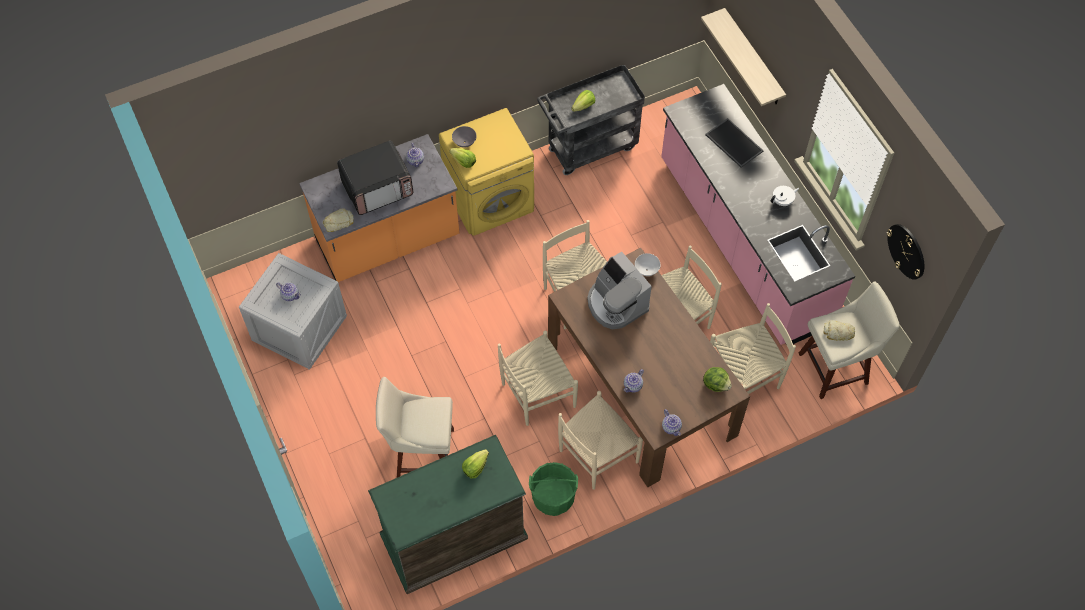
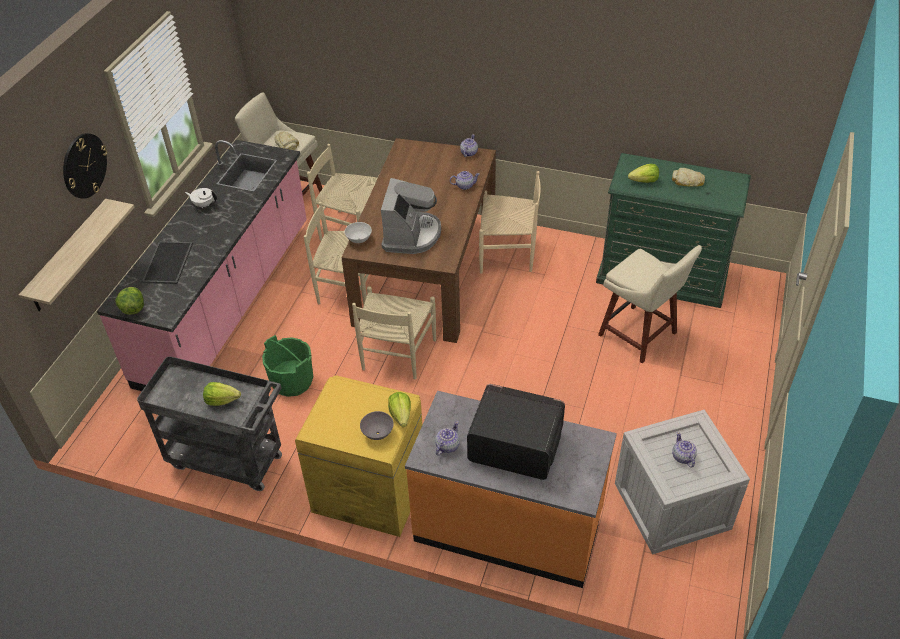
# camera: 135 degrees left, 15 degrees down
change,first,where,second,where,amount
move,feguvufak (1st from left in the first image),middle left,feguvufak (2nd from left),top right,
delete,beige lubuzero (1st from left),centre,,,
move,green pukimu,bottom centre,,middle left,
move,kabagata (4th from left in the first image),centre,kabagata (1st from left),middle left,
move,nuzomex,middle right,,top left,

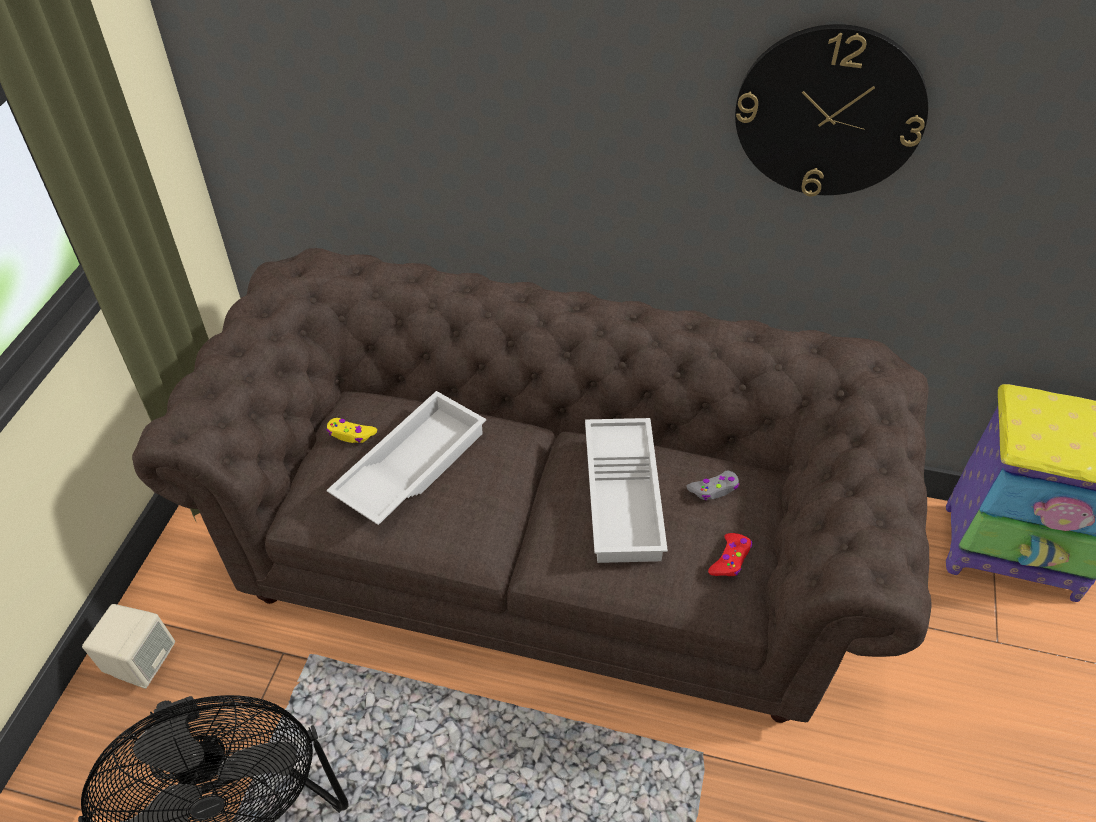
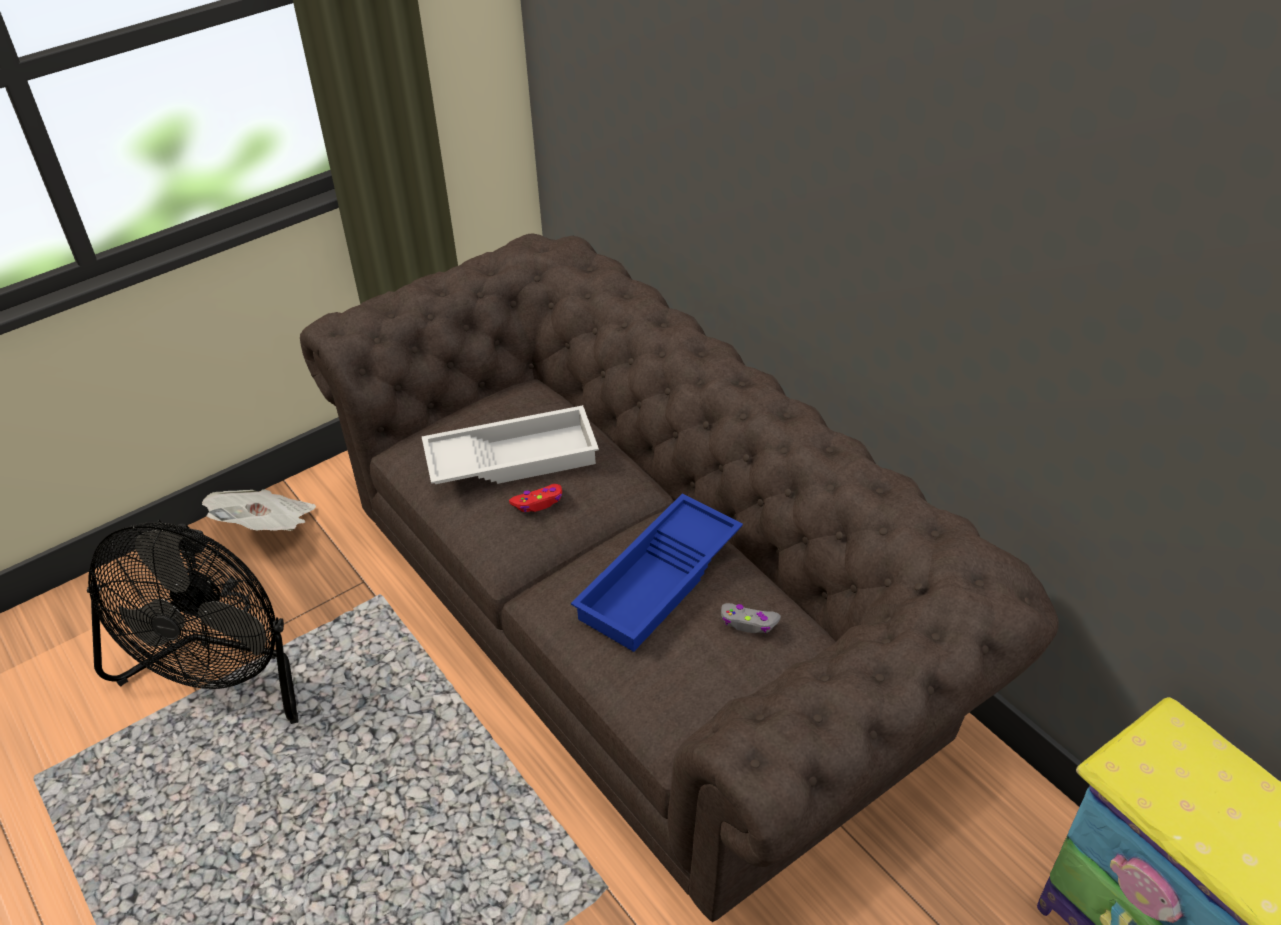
# camera: 40 degrees right, 5 degrees down
change,first,where,second,where,amount
replace,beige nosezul,bottom left,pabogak,middle left,
delete,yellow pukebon,middle left,,,
recolor,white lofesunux (2nd from left),centre,blue lofesunux,centre,
move,red pukebon,bottom centre,,centre,
delete,nuzomex,top right,,,

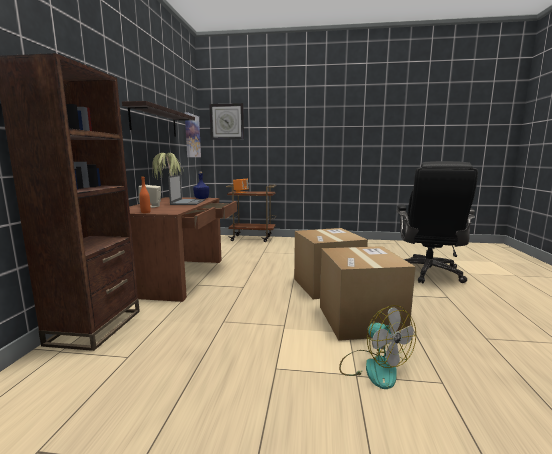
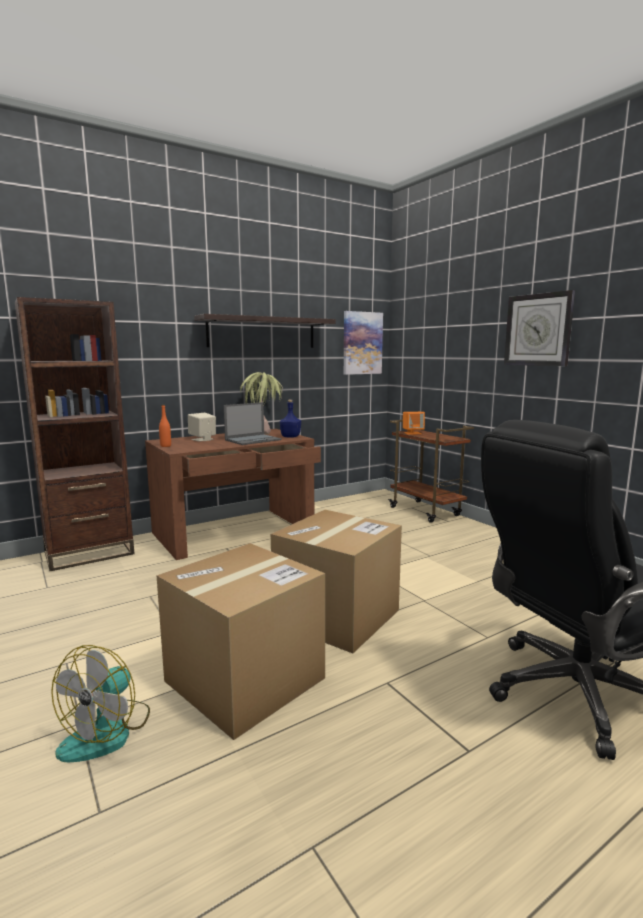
# camera: 50 degrees right, 0 degrees up
change,first,where,second,where,amount
move,nuzomex,top centre,,middle right,

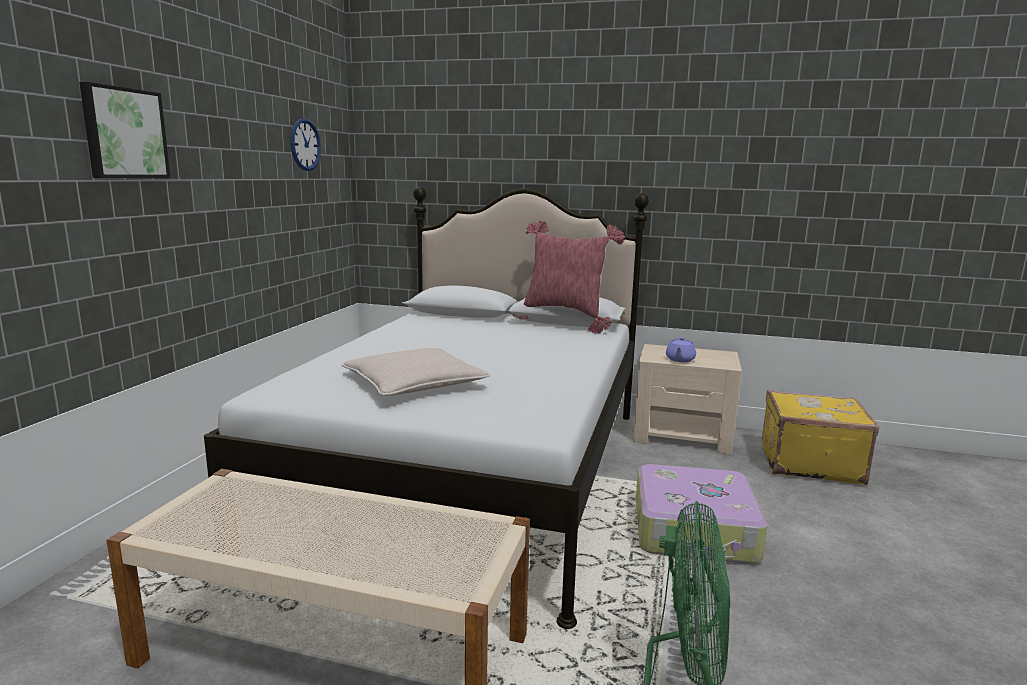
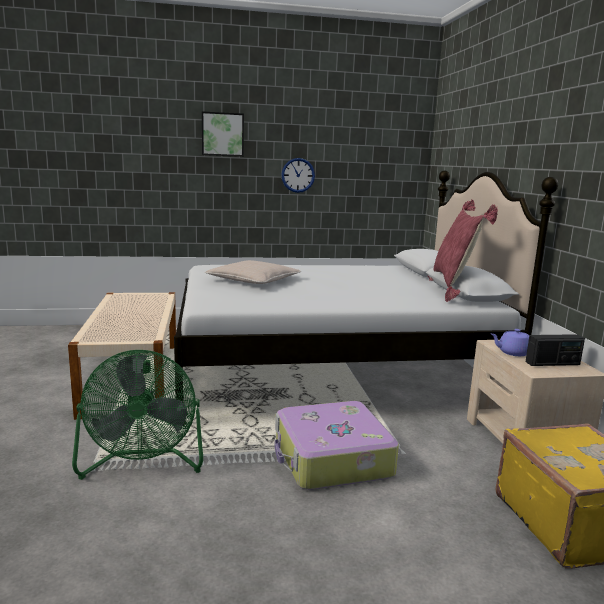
# camera: 65 degrees right, 0 degrees up
change,first,where,second,where,amount
move,nuzomex,top left,,top centre,
insert,,,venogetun,middle right,

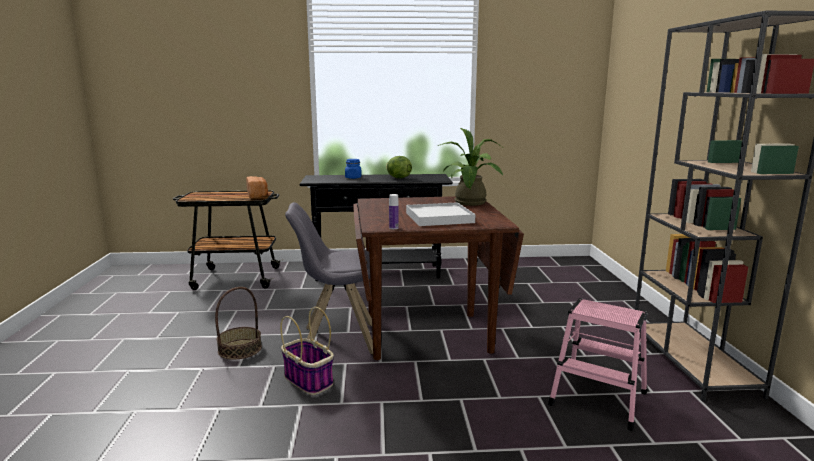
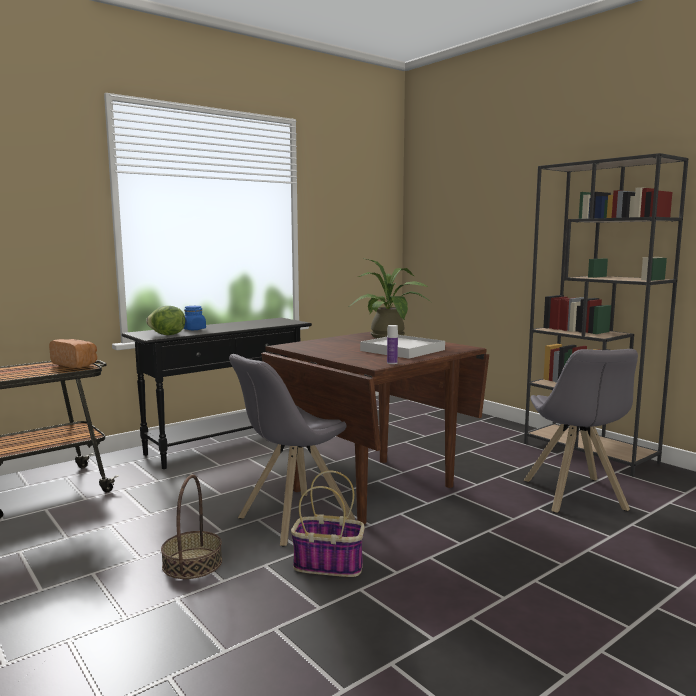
# camera: 35 degrees left, 5 degrees down
change,first,where,second,where,amount
move,kabagata,centre,,middle left,
replace,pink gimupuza,bottom right,grey lubuzero (2nd from left),middle right,

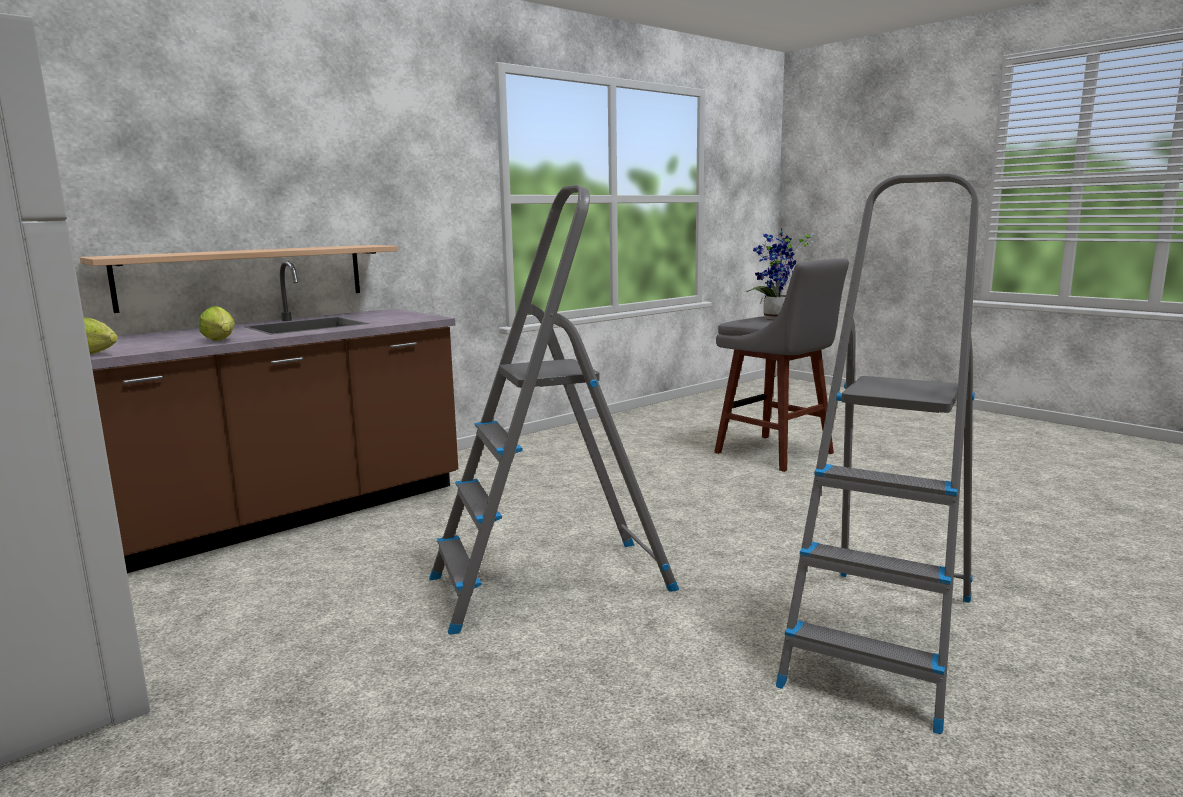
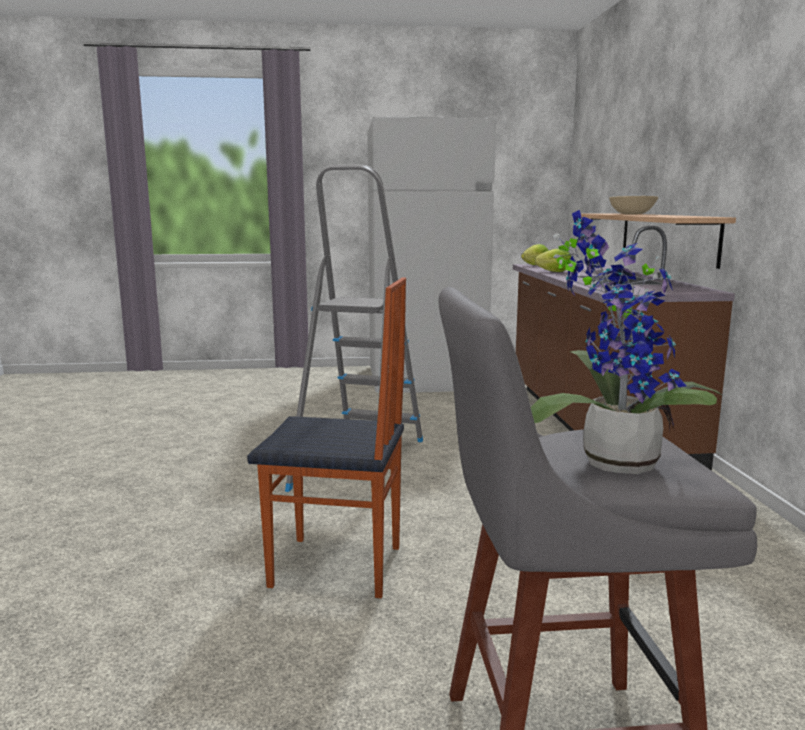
# camera: 125 degrees right, 0 degrees up
change,first,where,second,where,amount
delete,grey gimupuza (2nd from left),middle right,,,
insert,,,lubuzero,centre,
insert,,,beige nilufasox,top right,

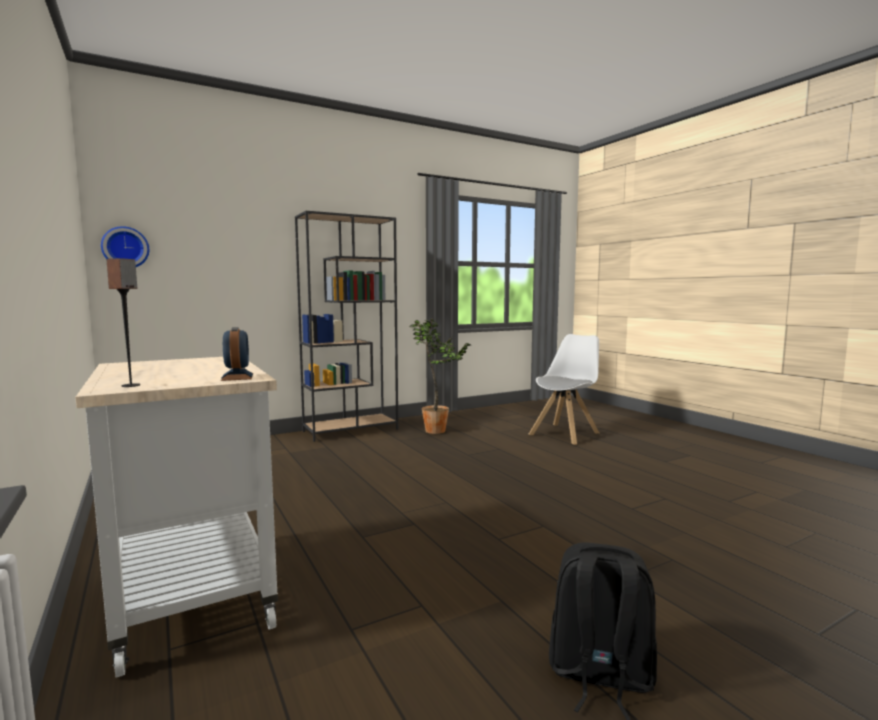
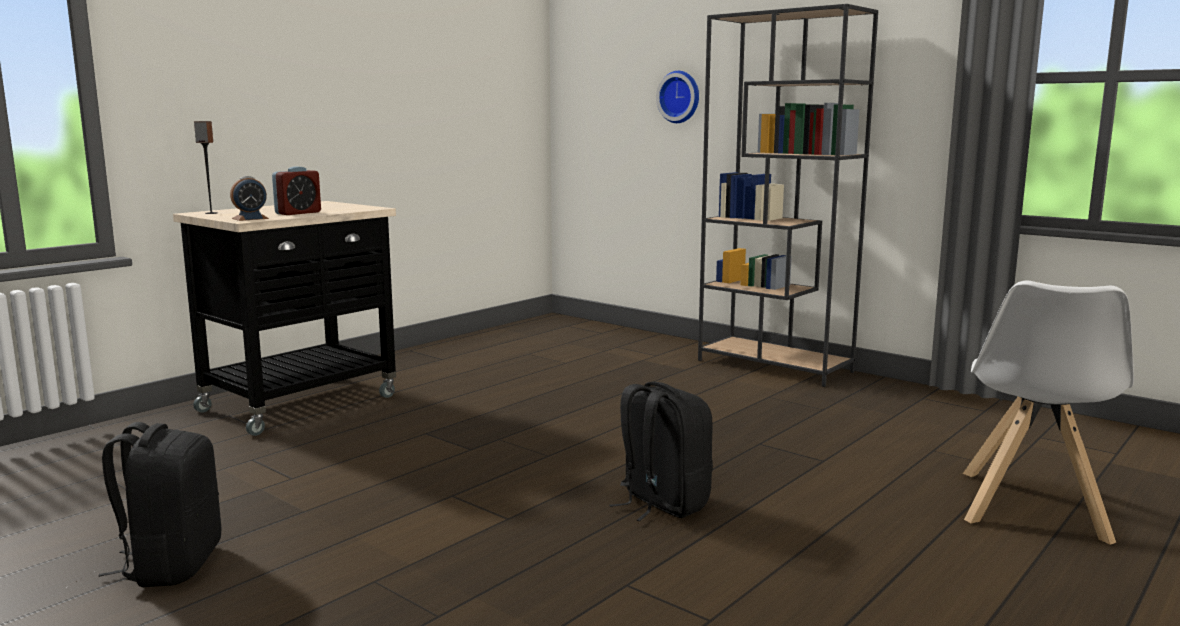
# camera: 70 degrees right, 5 degrees up
change,first,where,second,where,amount
recolor,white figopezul,bottom left,black figopezul,middle left,
move,nuzomex,middle left,,top centre,
delete,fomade,centre,,,
rotate,lubuzero,centre,,middle right,90 degrees clockwise
insert,,,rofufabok (2nd from left),top left,
insert,,,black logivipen (2nd from left),bottom centre,

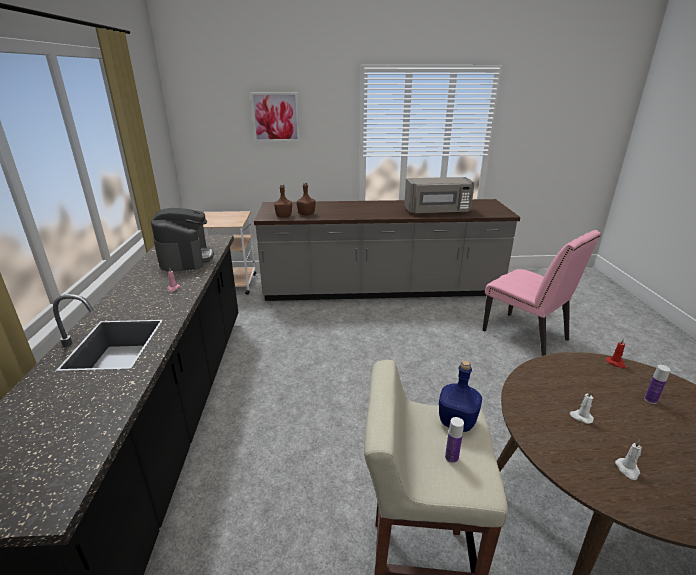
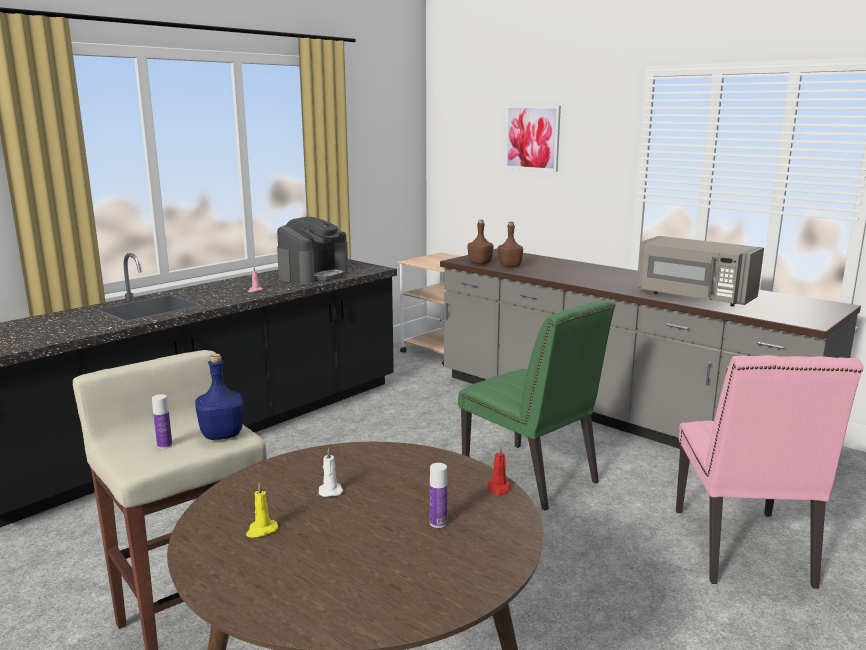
# camera: 45 degrees right, 10 degrees down
change,first,where,second,where,amount
recolor,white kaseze (2nd from left),bottom right,yellow kaseze,bottom left,
insert,,,green lubuzero,centre,

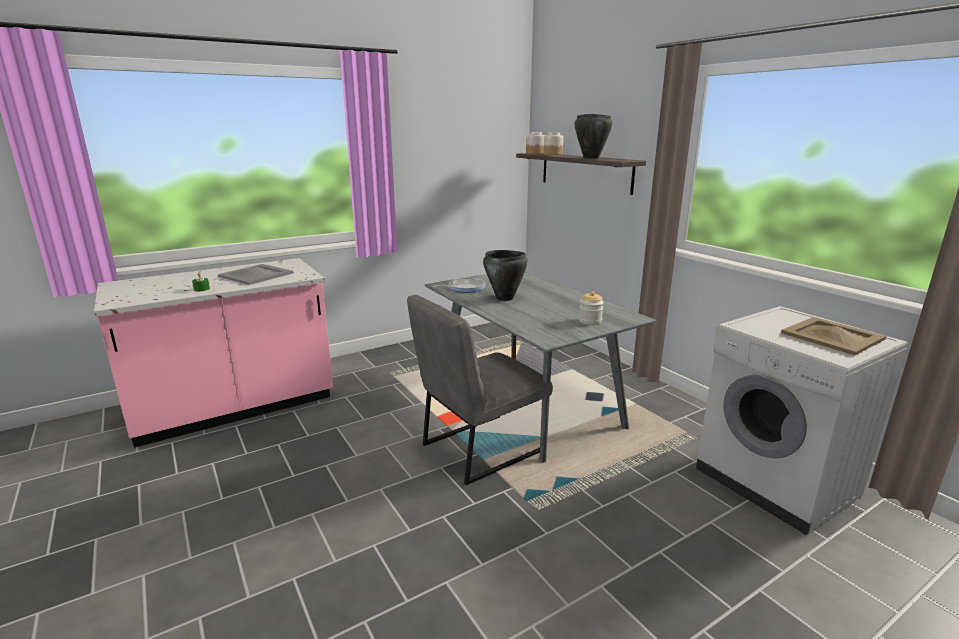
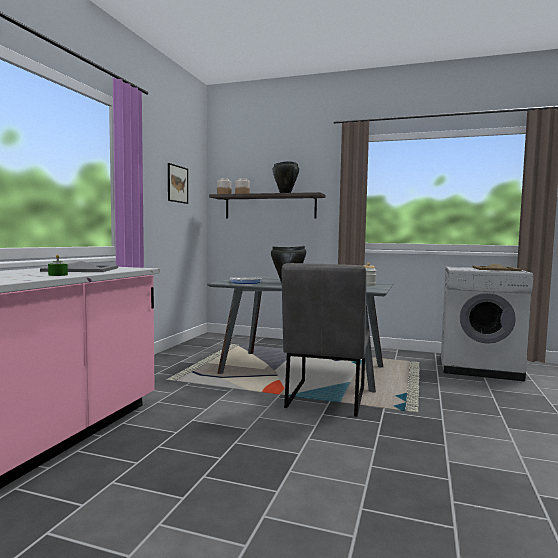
# camera: 40 degrees left, 15 degrees down
change,first,where,second,where,amount
insert,,,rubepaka,top left,

